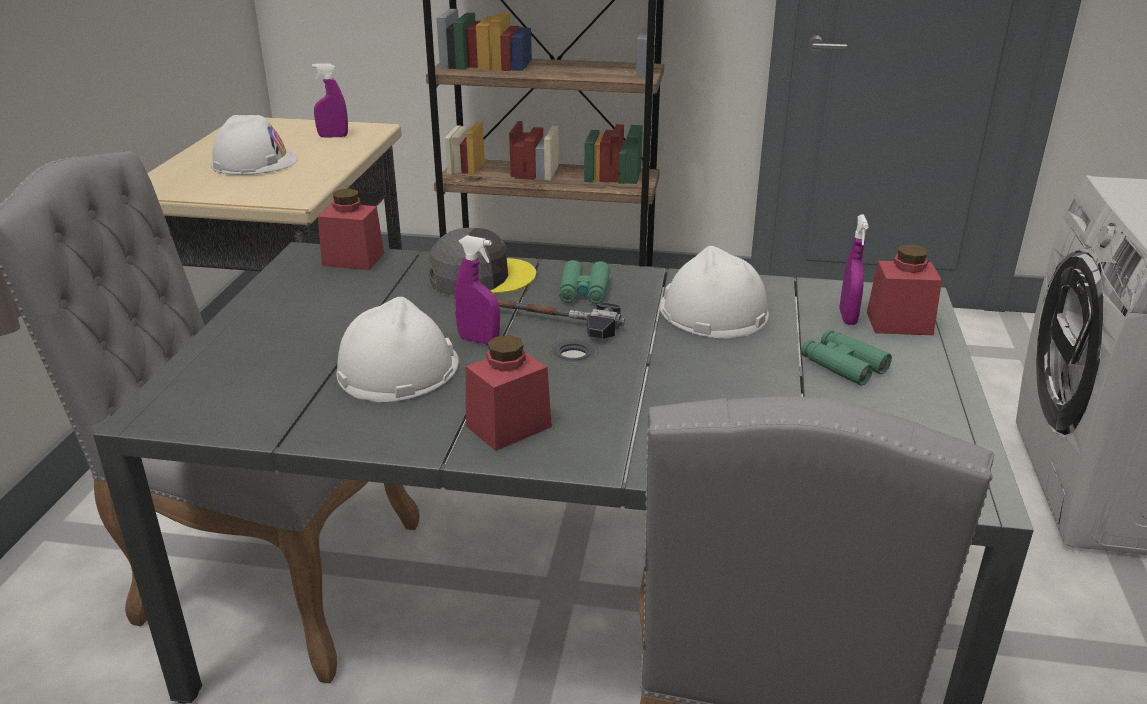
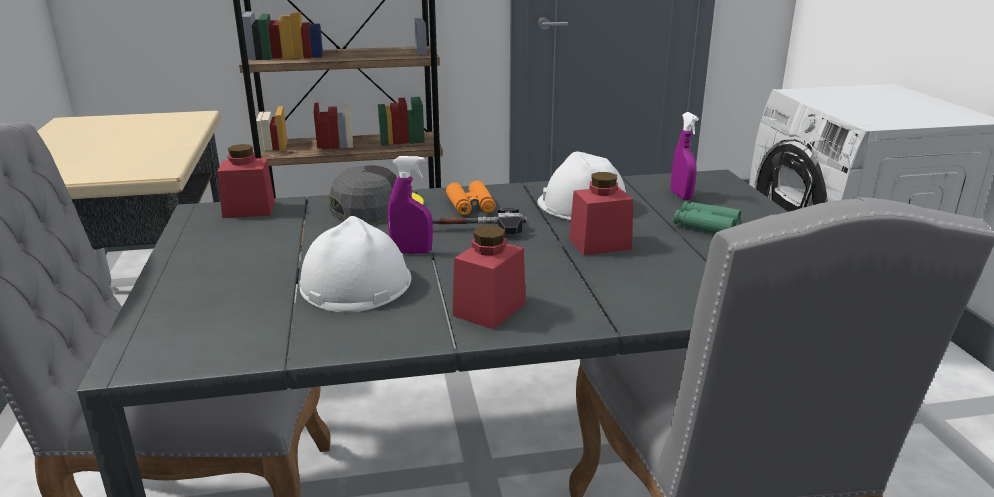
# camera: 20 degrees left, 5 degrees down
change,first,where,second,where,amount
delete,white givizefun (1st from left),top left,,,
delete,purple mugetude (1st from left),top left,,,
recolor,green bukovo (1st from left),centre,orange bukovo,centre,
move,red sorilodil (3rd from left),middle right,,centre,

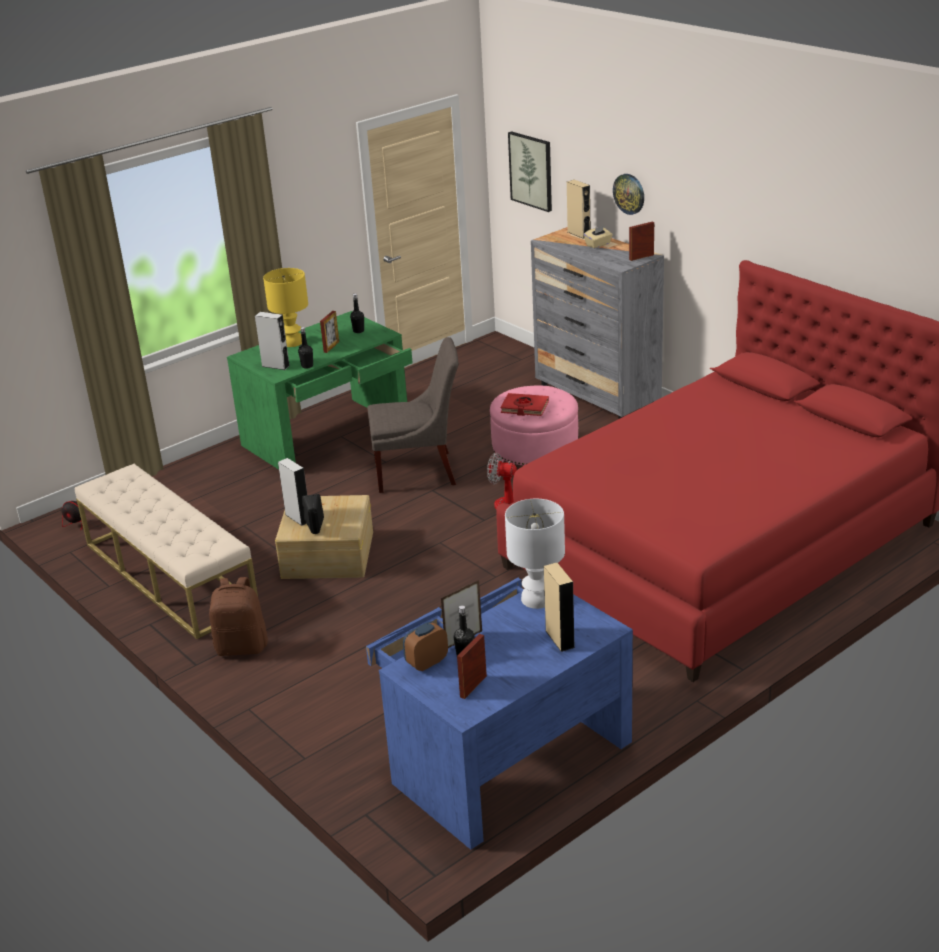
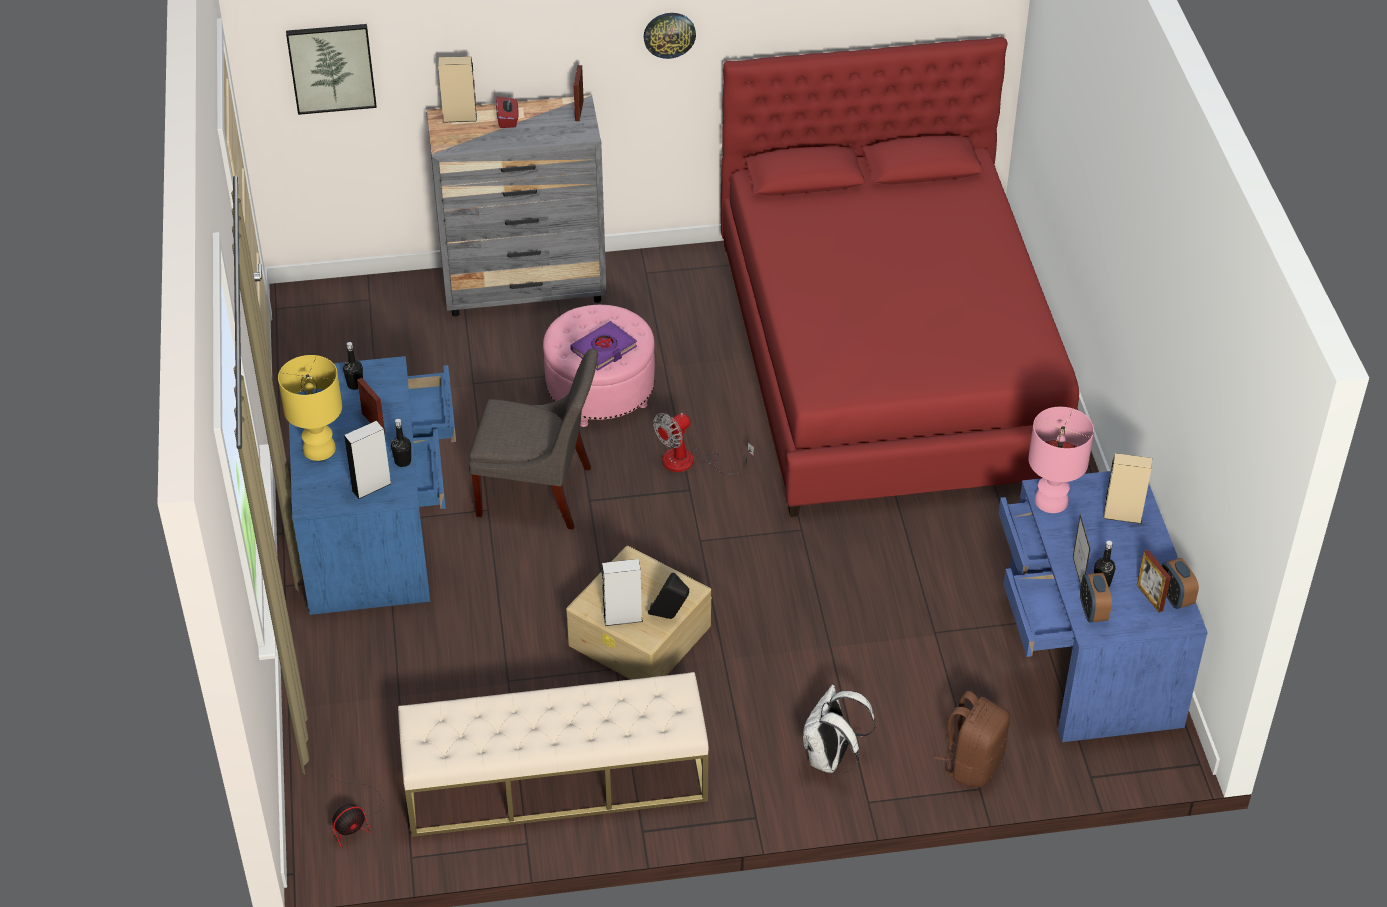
# camera: 60 degrees left, 15 degrees up
change,first,where,second,where,amount
move,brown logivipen,middle left,,bottom right,
recolor,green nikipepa,centre,blue nikipepa (1st from left),middle left,
rotate,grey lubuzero,centre,,centre,75 degrees clockwise
recolor,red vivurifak,centre,purple vivurifak,centre,
recolor,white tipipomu,centre,pink tipipomu,middle right,
recolor,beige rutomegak,top centre,red rutomegak,top centre,
move,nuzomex,top right,,top centre,
insert,,,white logivipen,bottom centre,
insert,,,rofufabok (2nd from left),middle right,

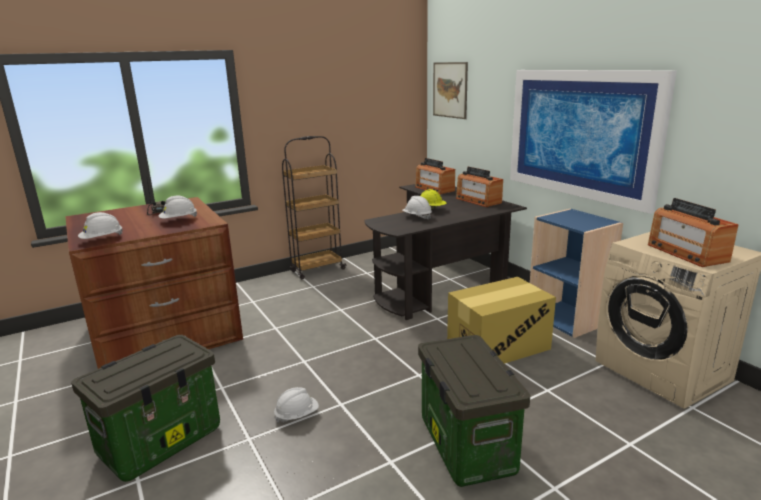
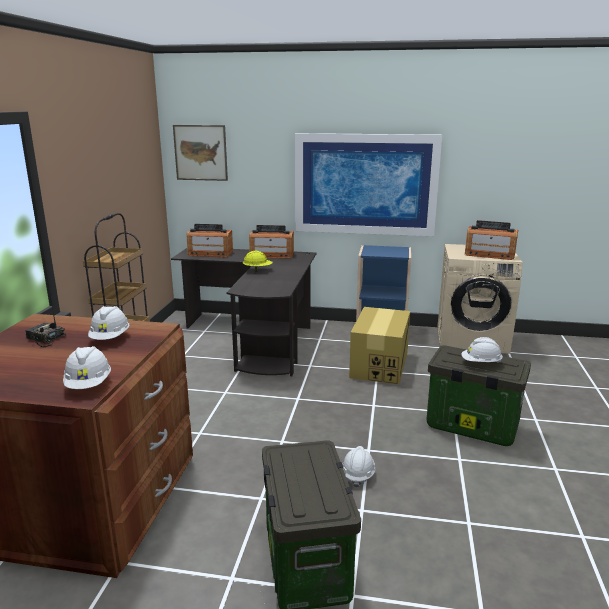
# camera: 50 degrees left, 0 degrees up
change,first,where,second,where,amount
move,white givizefun (4th from left),centre,,middle right,

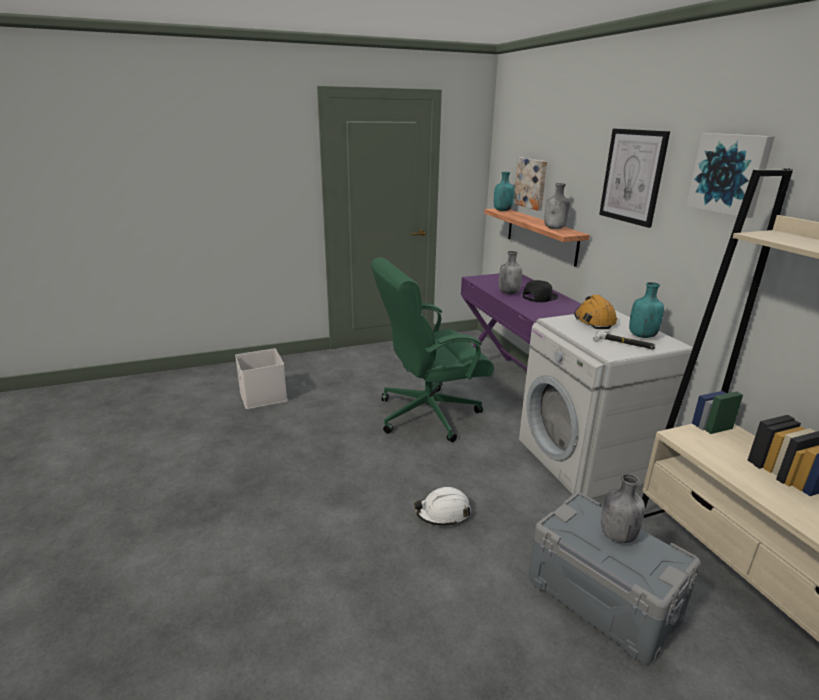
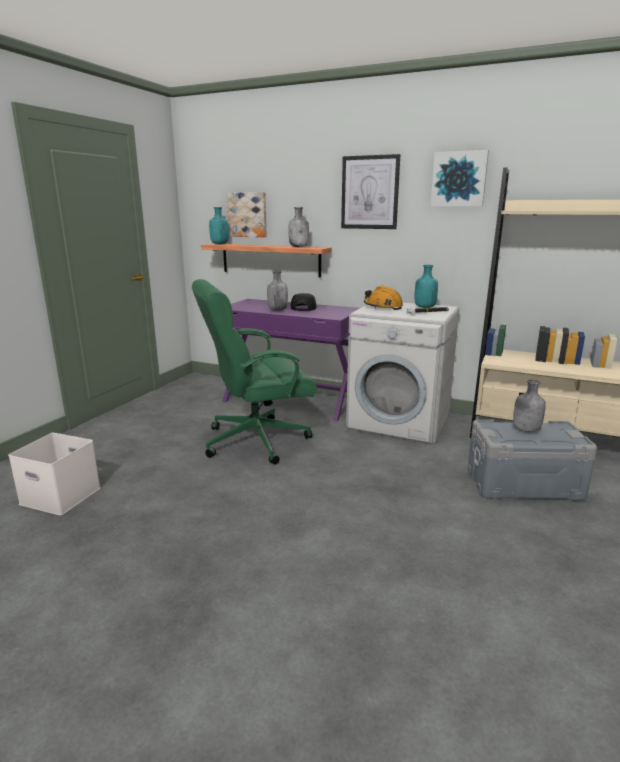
# camera: 45 degrees left, 5 degrees down
change,first,where,second,where,amount
rotate,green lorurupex,centre,,centre,45 degrees clockwise
delete,white givizefun,bottom centre,,,

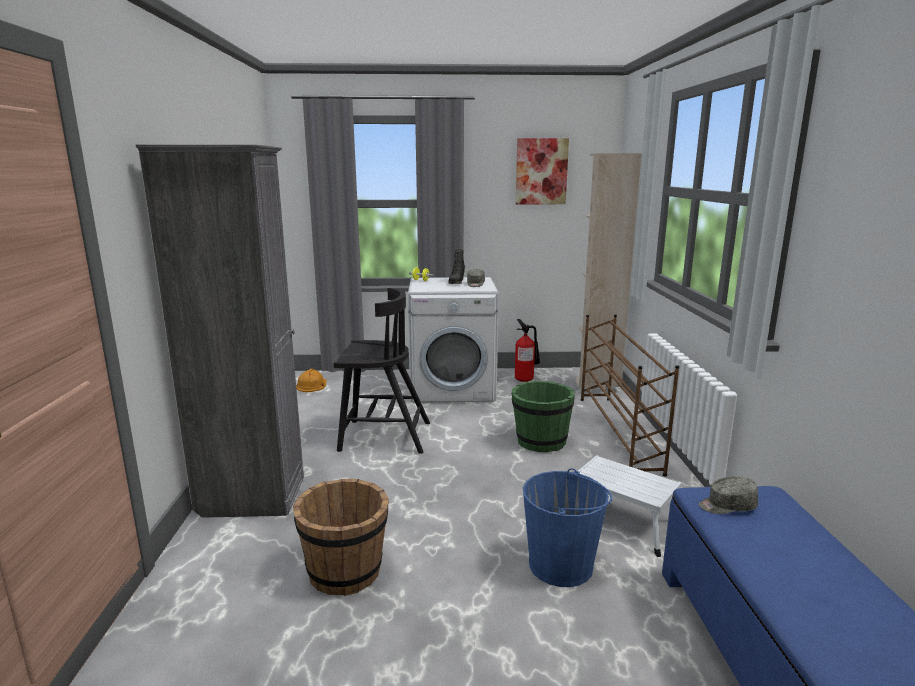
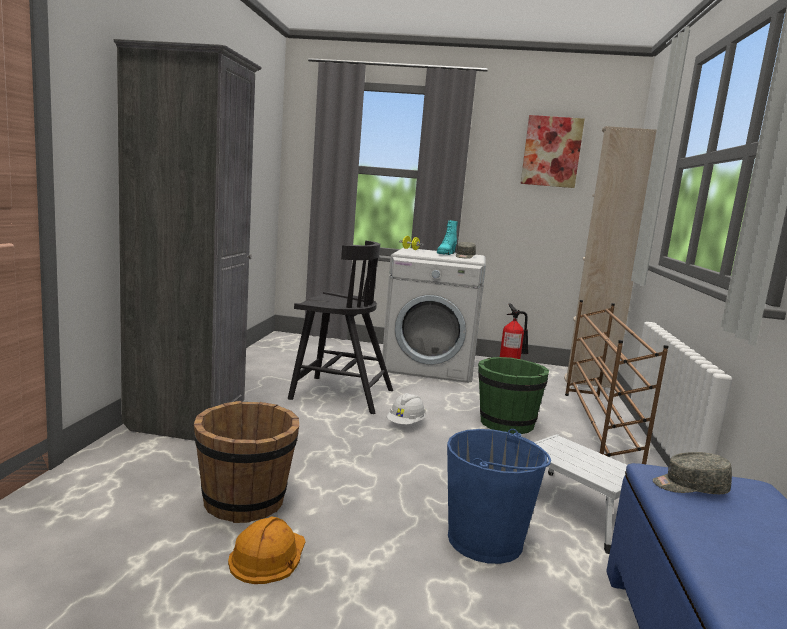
# camera: 10 degrees right, 5 degrees down
change,first,where,second,where,amount
move,orange givizefun,centre,,bottom centre,
recolor,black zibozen,centre,turquoise zibozen,centre,
insert,,,white givizefun,centre,

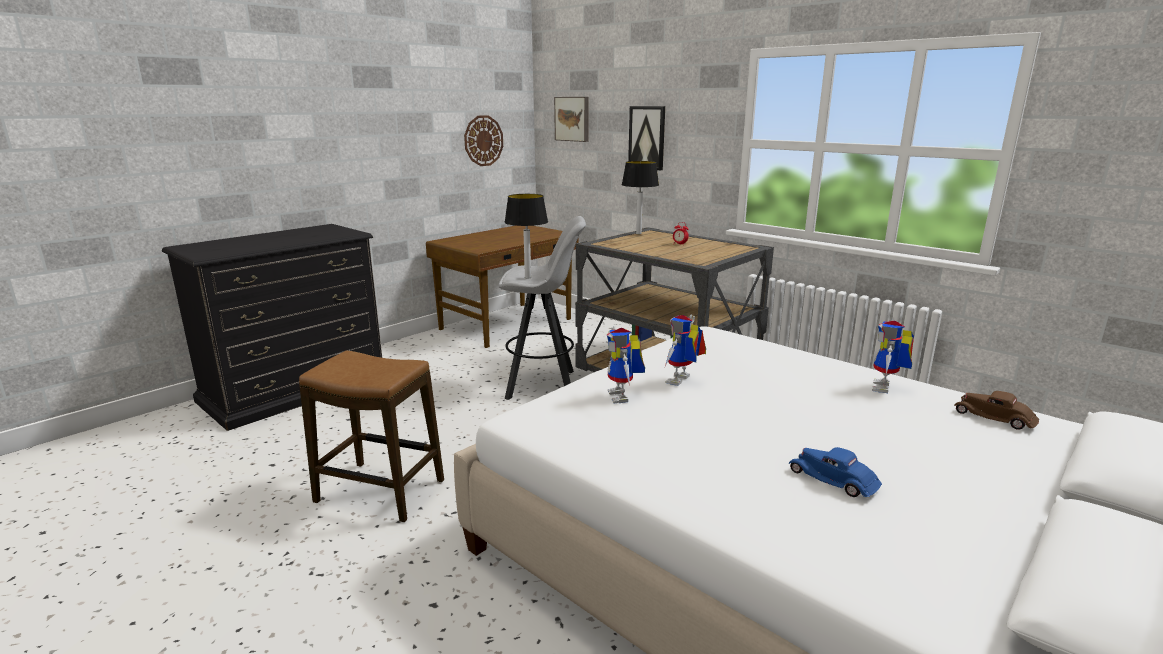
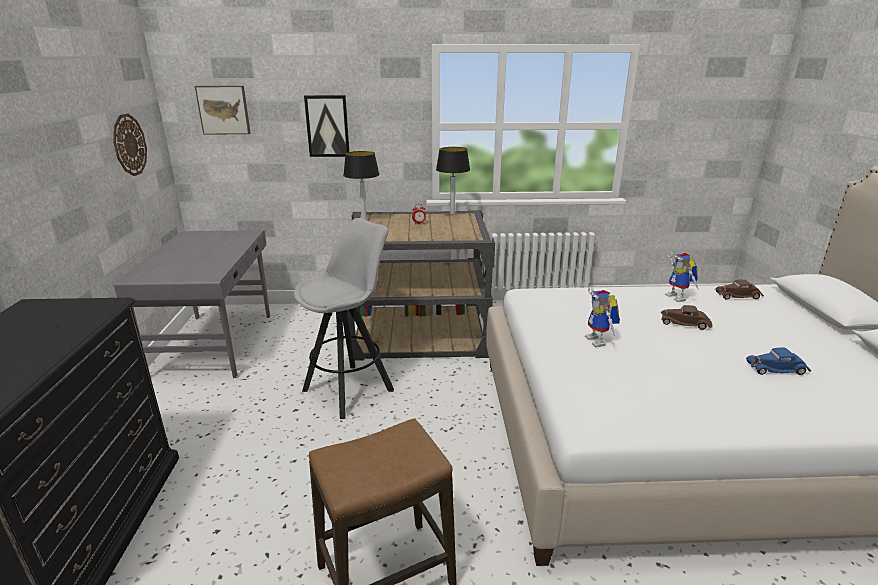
# camera: 45 degrees left, 5 degrees up
change,first,where,second,where,amount
recolor,brown nikipepa,centre,grey nikipepa,middle left,
move,tipipomu (1st from left in the first image),centre,tipipomu (2nd from left),top centre,
delete,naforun (1st from left),centre,,,
insert,,,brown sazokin (1st from left),middle right,

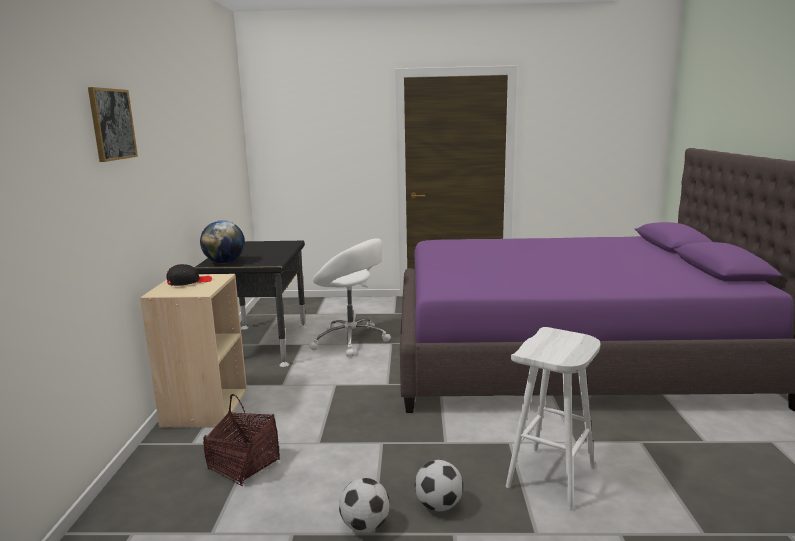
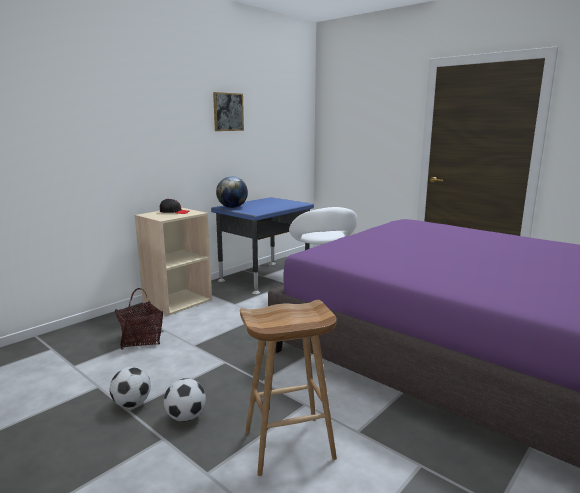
# camera: 40 degrees right, 0 degrees up
change,first,where,second,where,amount
move,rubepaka,top left,,top centre,
recolor,black nikipepa,middle left,blue nikipepa,centre,
recolor,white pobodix,bottom right,brown pobodix,bottom centre,

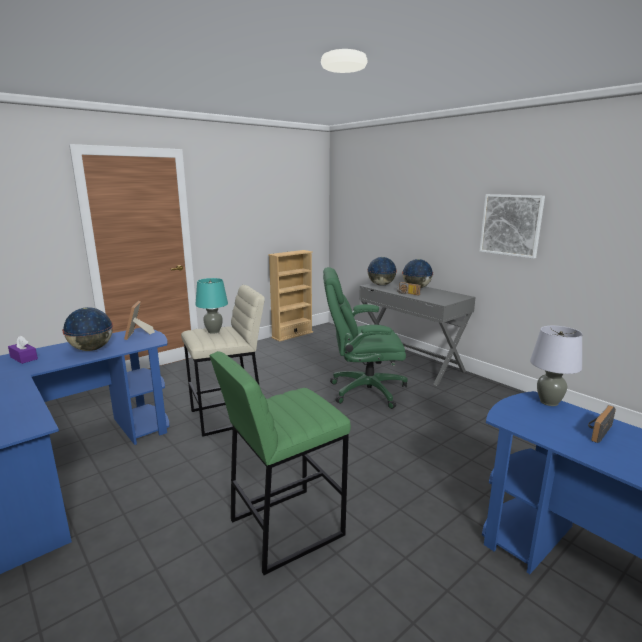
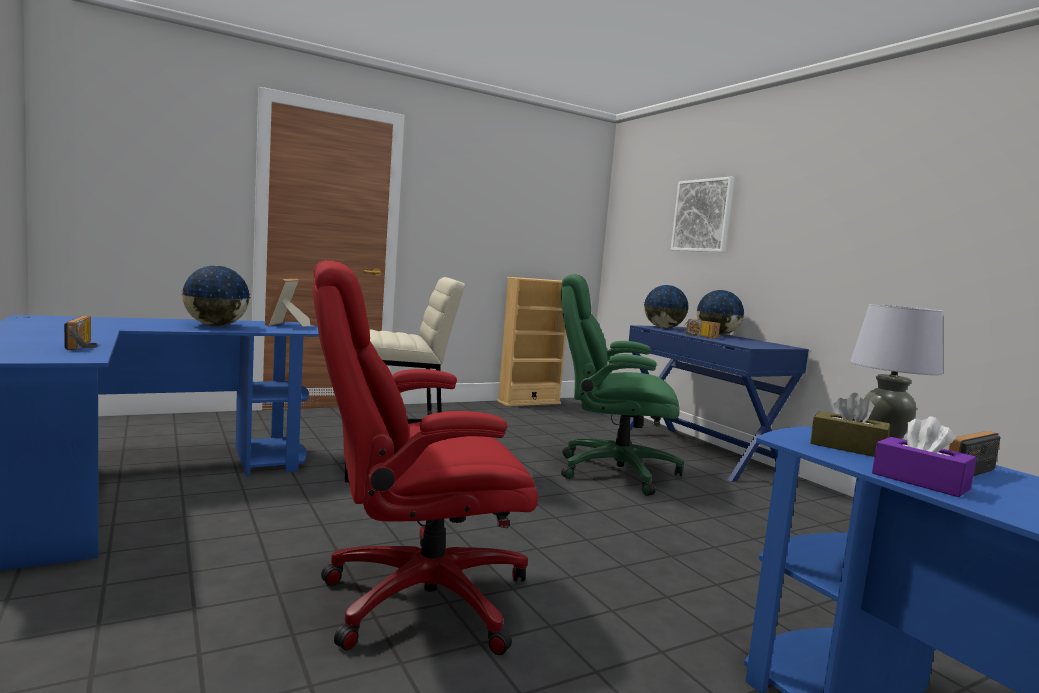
# camera: 10 degrees right, 10 degrees down
change,first,where,second,where,amount
move,purple rutomegak,middle left,,middle right,
delete,turquoise tipipomu,middle left,,,
replace,green pobodix,bottom centre,red lorurupex,centre,
recolor,grey nikipepa,centre,blue nikipepa (2nd from left),middle right,
move,rubepaka,middle right,,top right,
insert,,,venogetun (1st from left),middle left,
insert,,,brown rutomegak,middle right,

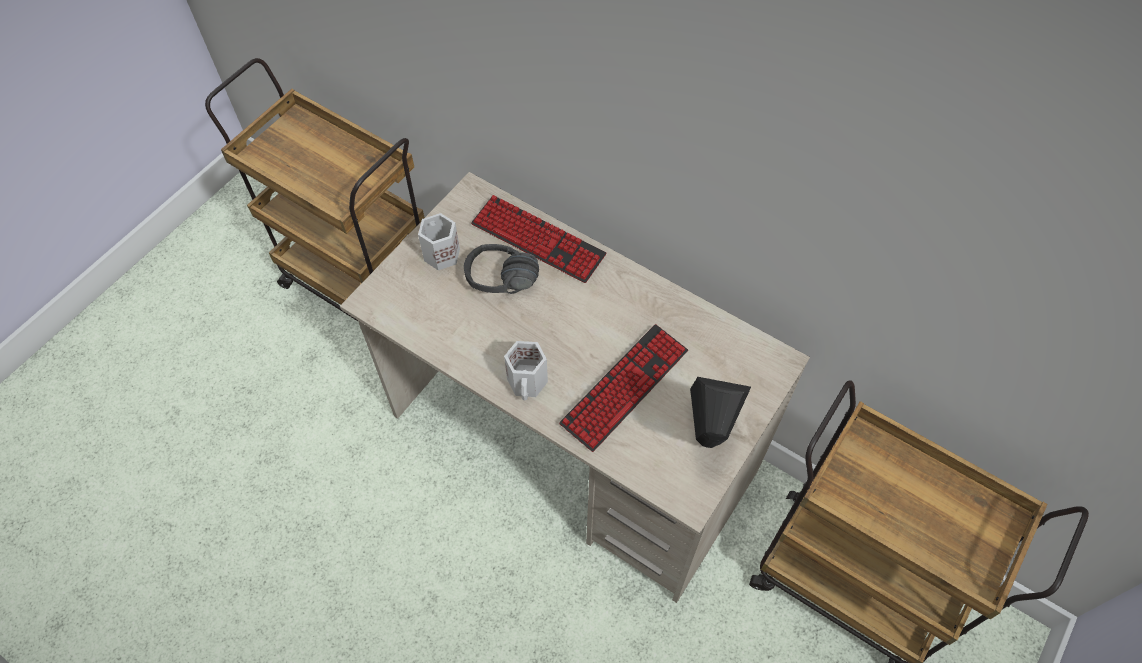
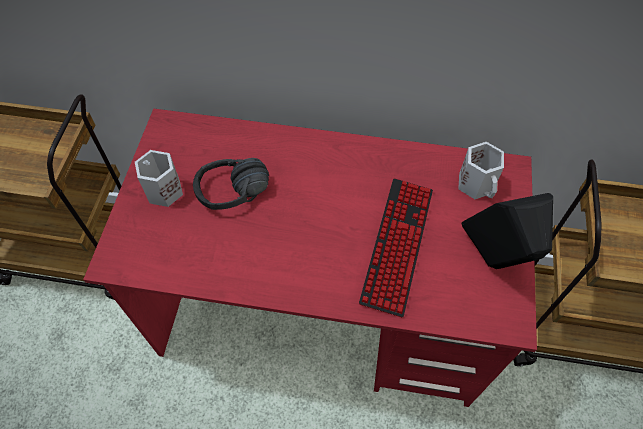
# camera: 25 degrees left, 0 degrees up
change,first,where,second,where,amount
recolor,beige nikipepa,centre,red nikipepa,centre,
delete,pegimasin (1st from left),centre,,,
move,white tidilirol (2nd from left),centre,,middle right,

